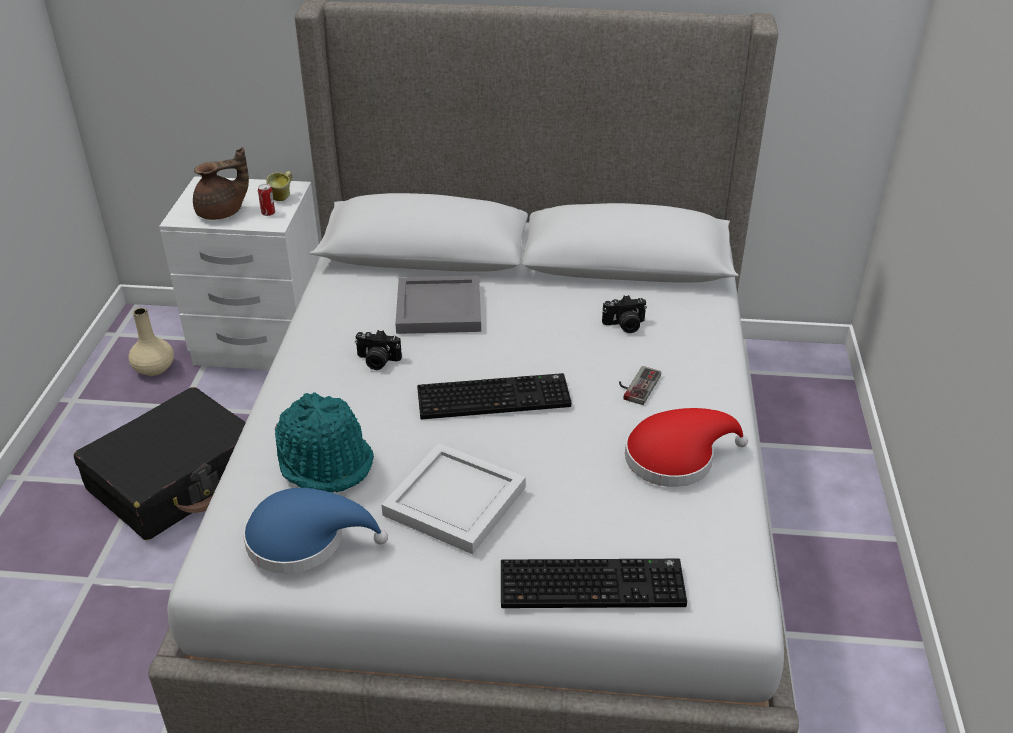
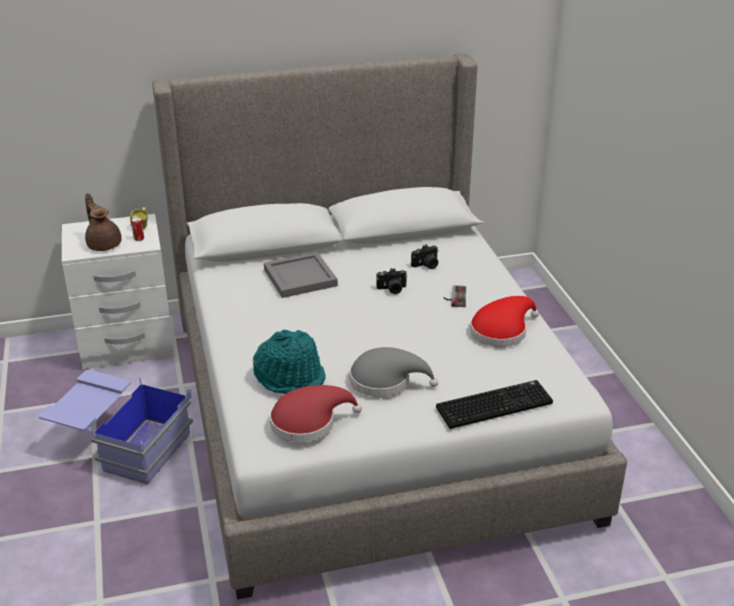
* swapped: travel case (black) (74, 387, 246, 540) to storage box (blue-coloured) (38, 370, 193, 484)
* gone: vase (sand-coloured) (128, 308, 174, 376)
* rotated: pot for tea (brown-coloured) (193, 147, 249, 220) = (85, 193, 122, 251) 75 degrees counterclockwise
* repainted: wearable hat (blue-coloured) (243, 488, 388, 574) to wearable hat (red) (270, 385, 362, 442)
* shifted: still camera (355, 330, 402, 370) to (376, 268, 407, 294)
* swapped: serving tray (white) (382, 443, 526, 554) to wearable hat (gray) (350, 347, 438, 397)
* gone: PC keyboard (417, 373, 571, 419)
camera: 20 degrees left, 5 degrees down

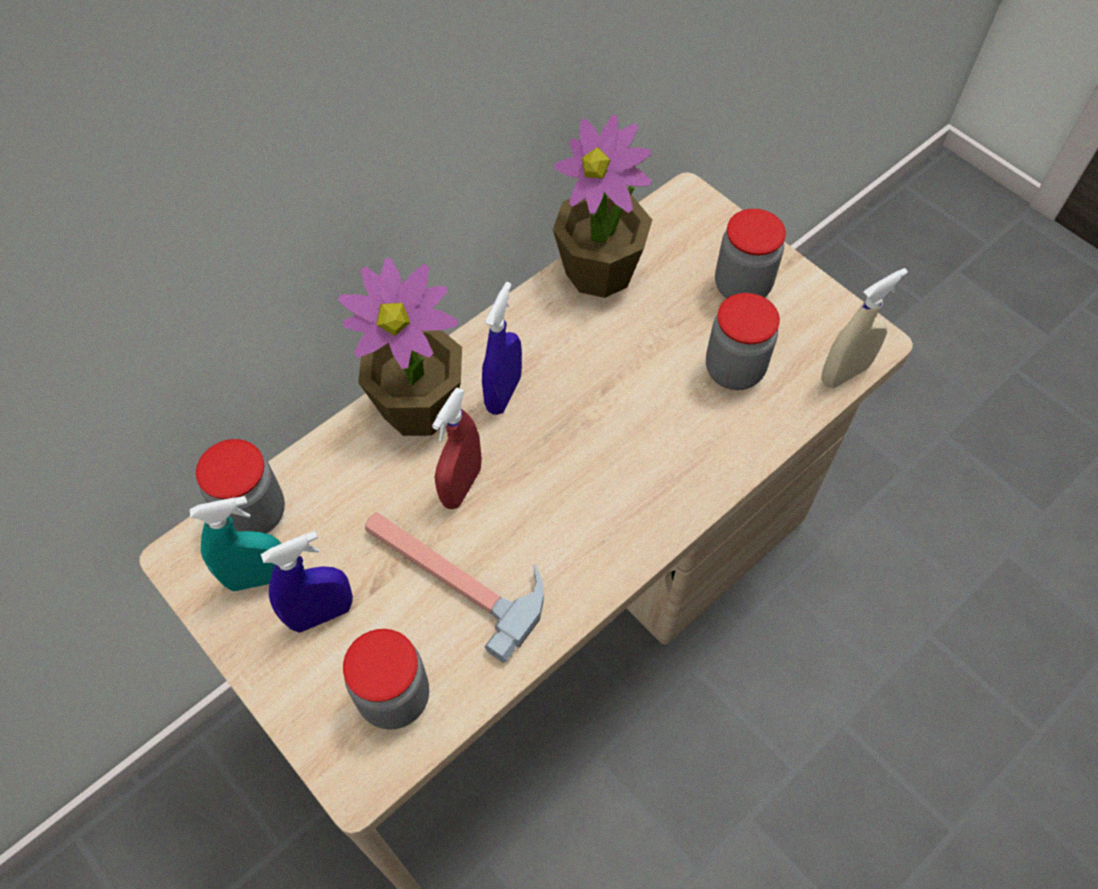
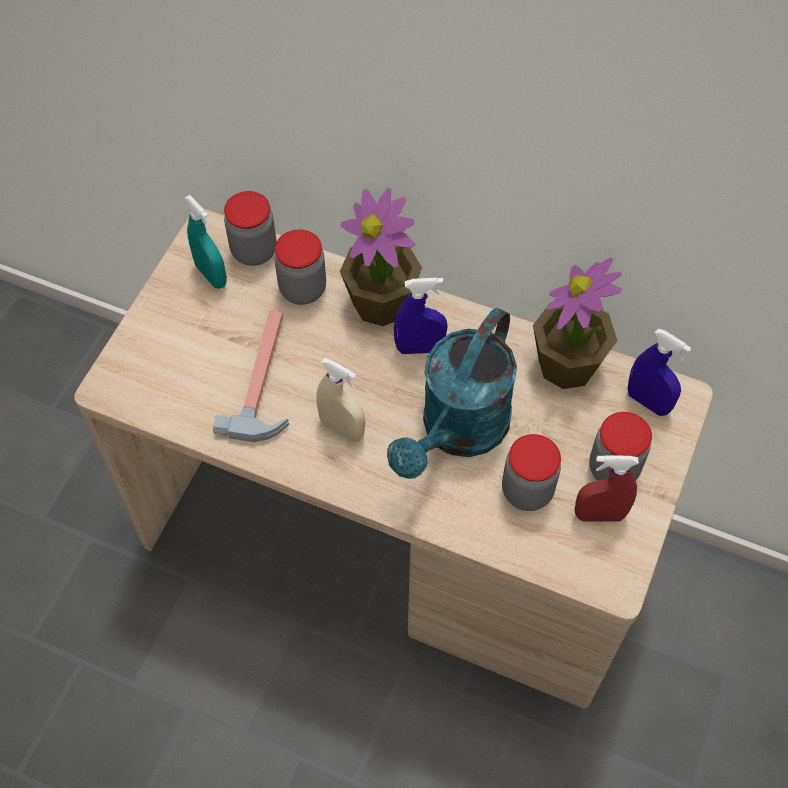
* shifted: spray bottle (blue-coloured) (261, 531, 353, 633) to (628, 329, 692, 416)
* shifted: jar (343, 629, 429, 730) to (274, 230, 326, 305)
* shifted: spray bottle (red) (432, 388, 482, 509) to (575, 455, 639, 522)
* shifted: spray bottle (sand-coloured) (821, 268, 908, 388) to (316, 358, 365, 442)
* new: watering can (blue-green) (387, 307, 517, 479)
camera: 65 degrees right, 0 degrees up

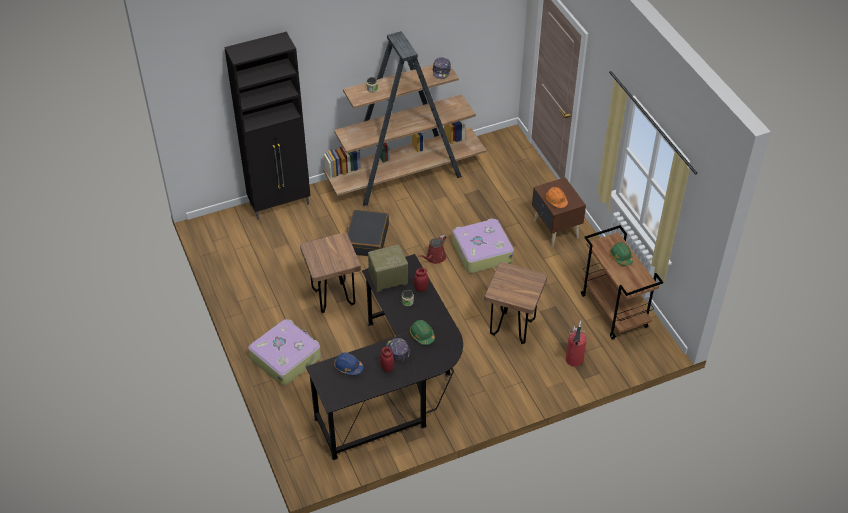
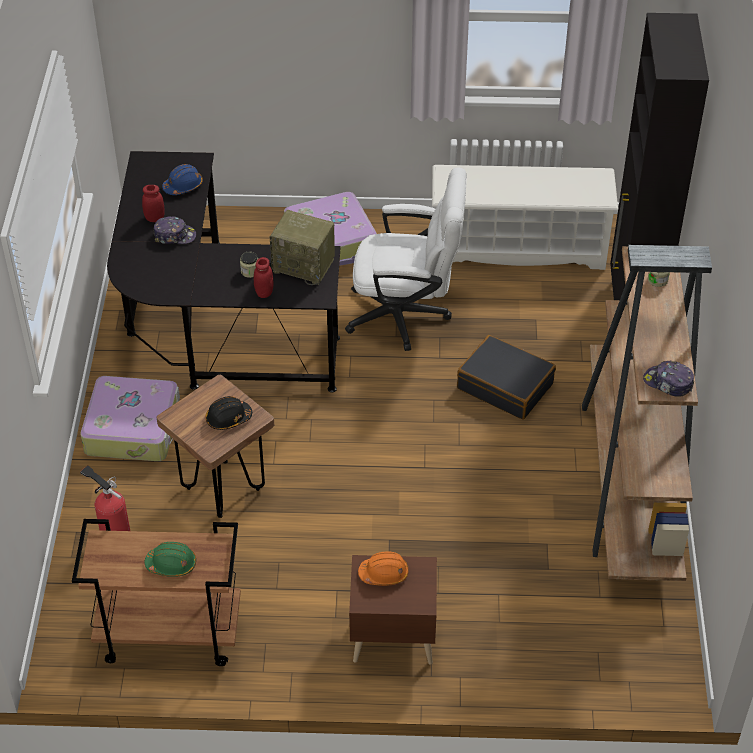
* swapped: stool seat (brown-coloured) (300, 233, 361, 313) to computer chair (white) (345, 168, 467, 351)
* rotated: radio (367, 245, 408, 292) = (270, 210, 335, 285) 105 degrees clockwise
* gone: work helmet (green-coloured) (410, 320, 435, 345)
* gone: watering can (red) (419, 235, 446, 264)
* shifted: travel case (452, 218, 514, 273) to (80, 376, 180, 461)
* new: work helmet (black) (205, 396, 252, 430)
* new: shoe stand (white) (432, 165, 618, 270)
camera: 115 degrees right, 0 degrees up

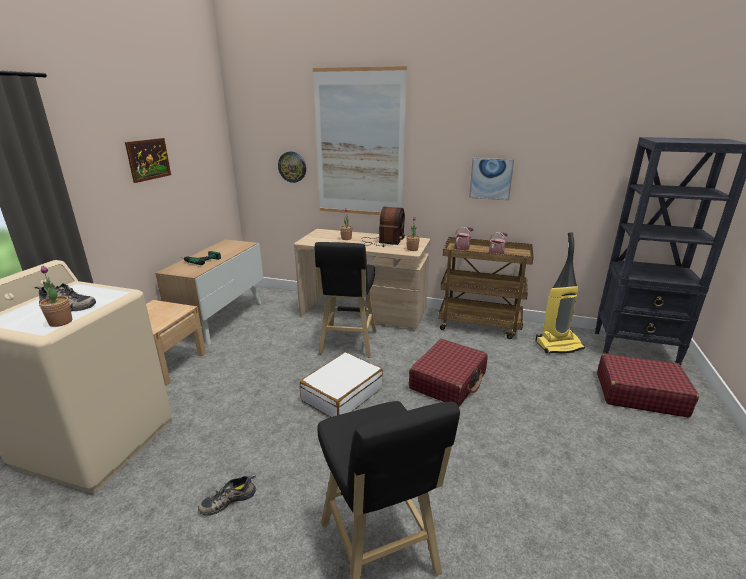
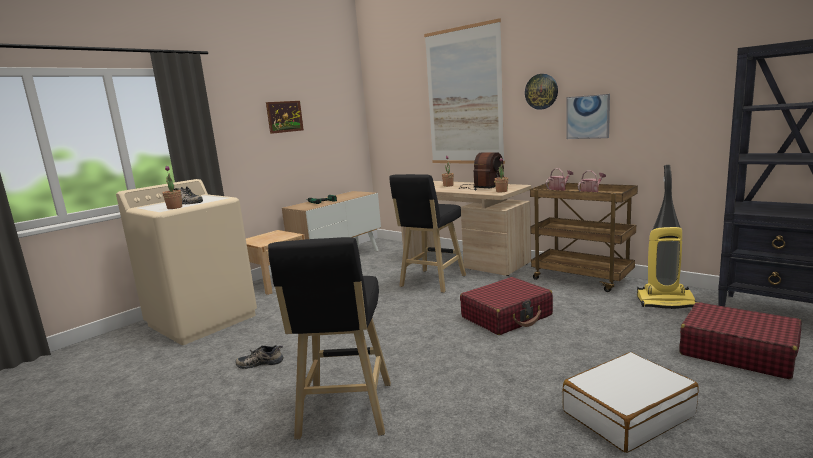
* shifted: hanging clock (278, 152, 306, 183) to (525, 74, 558, 110)
* shifted: travel case (white) (300, 352, 383, 417) to (563, 352, 699, 453)
camera: 25 degrees right, 10 degrees down

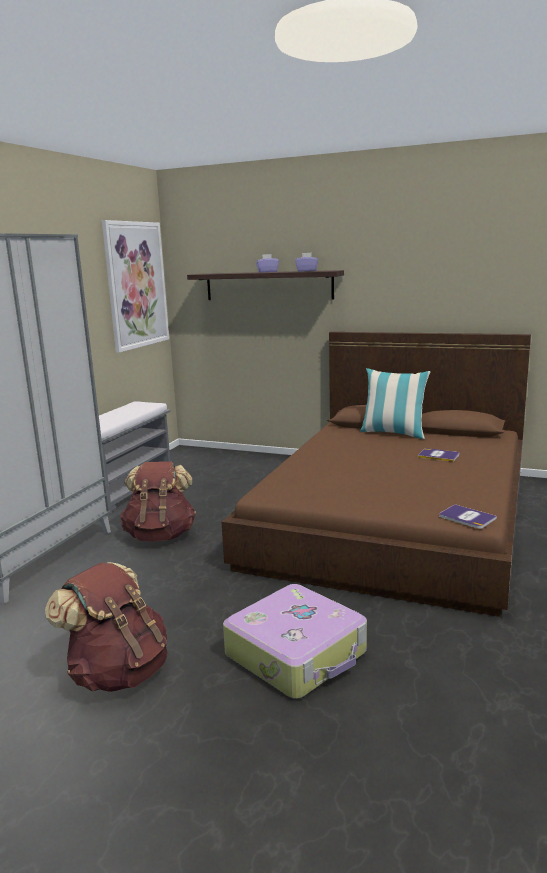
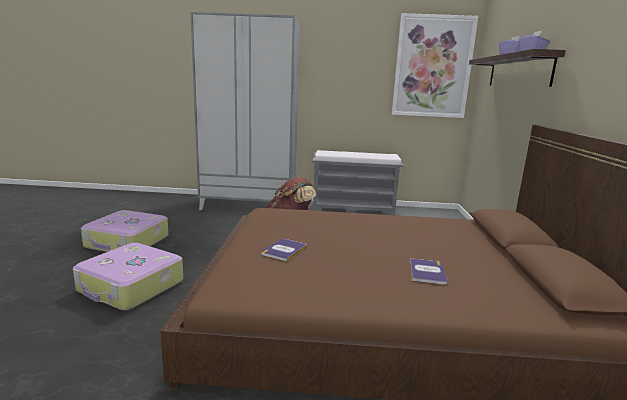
* swapped: knapsack (brown-coloured) (45, 562, 167, 692) to travel case (81, 210, 169, 252)
* gone: pillow (360, 368, 430, 439)
* shifted: book (439, 504, 497, 529) to (261, 239, 307, 262)
camera: 70 degrees right, 0 degrees up

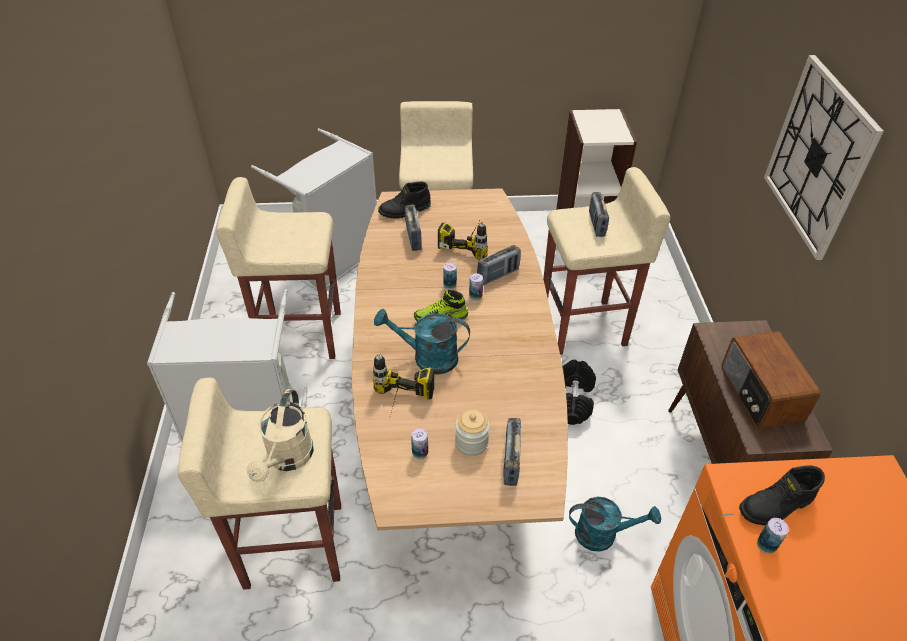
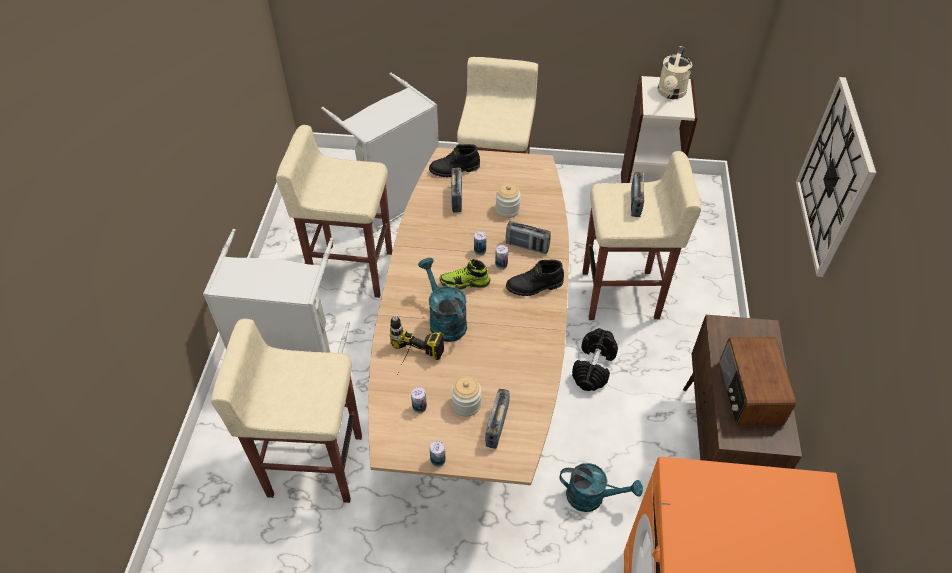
* shifted: watering can (sand-coloured) (247, 389, 314, 482) to (658, 46, 692, 99)
* rotated: watering can (blue-green) (374, 309, 470, 375) = (418, 258, 467, 342) 45 degrees clockwise
* swapped: drill (438, 221, 488, 260) to jar (496, 183, 521, 218)
* rotated: radio (477, 245, 521, 285) = (506, 221, 551, 254) 45 degrees clockwise
* shifted: tall boot (black) (739, 465, 825, 525) to (506, 260, 564, 296)
* shifted: metal can (757, 518, 789, 554) to (430, 440, 446, 467)
camera: 10 degrees right, 5 degrees up

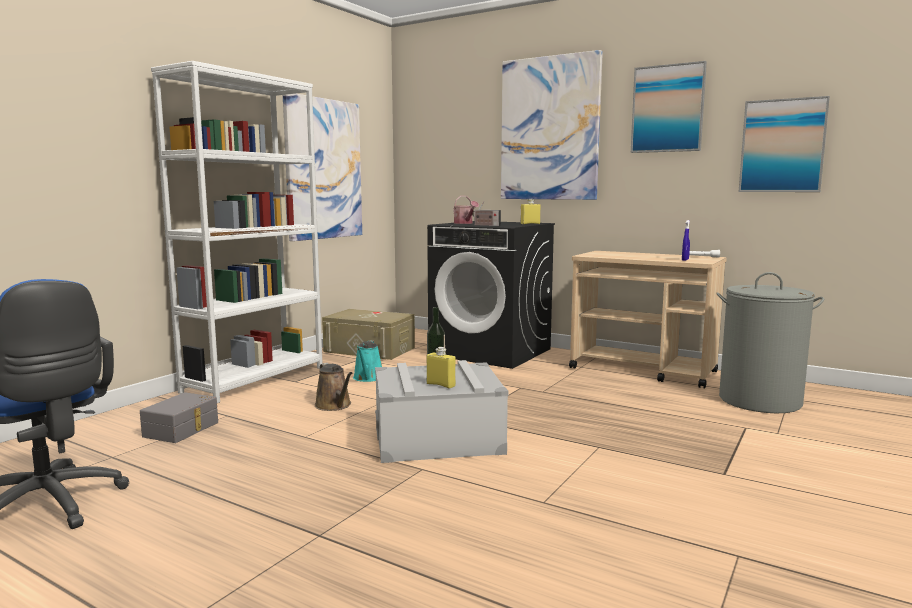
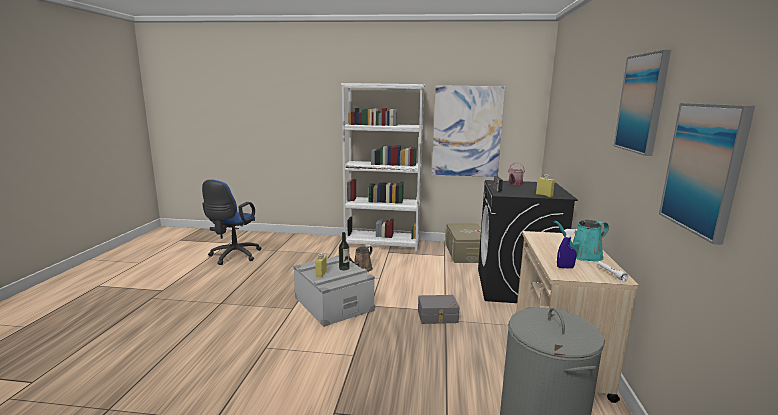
* shifted: storage box (gray) (140, 392, 218, 443) to (418, 295, 459, 324)
* shifted: watering can (blue-green) (353, 341, 382, 382) to (554, 220, 609, 261)
* gone: wall picture (501, 50, 603, 200)
camera: 65 degrees right, 5 degrees up

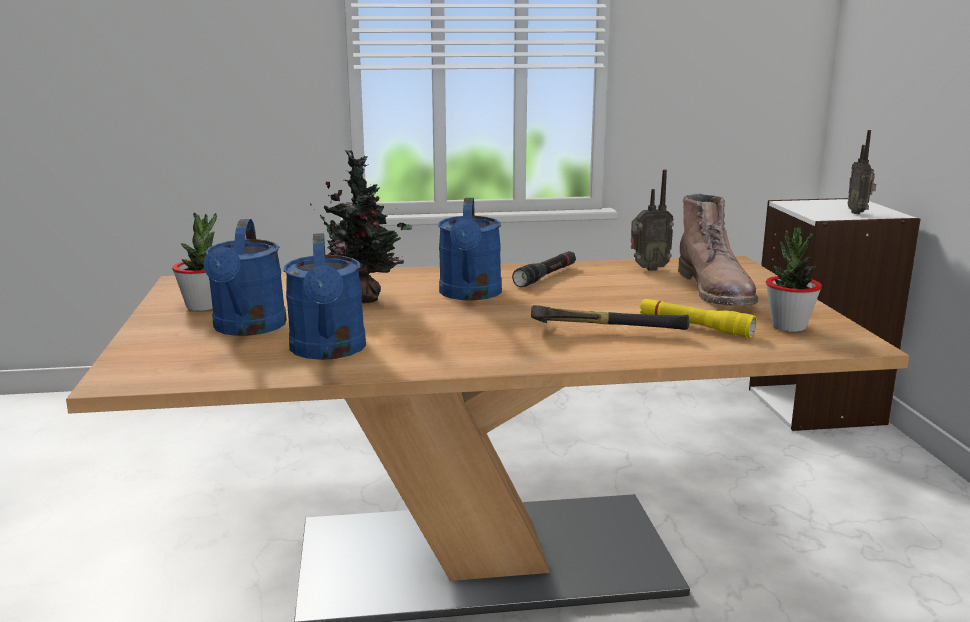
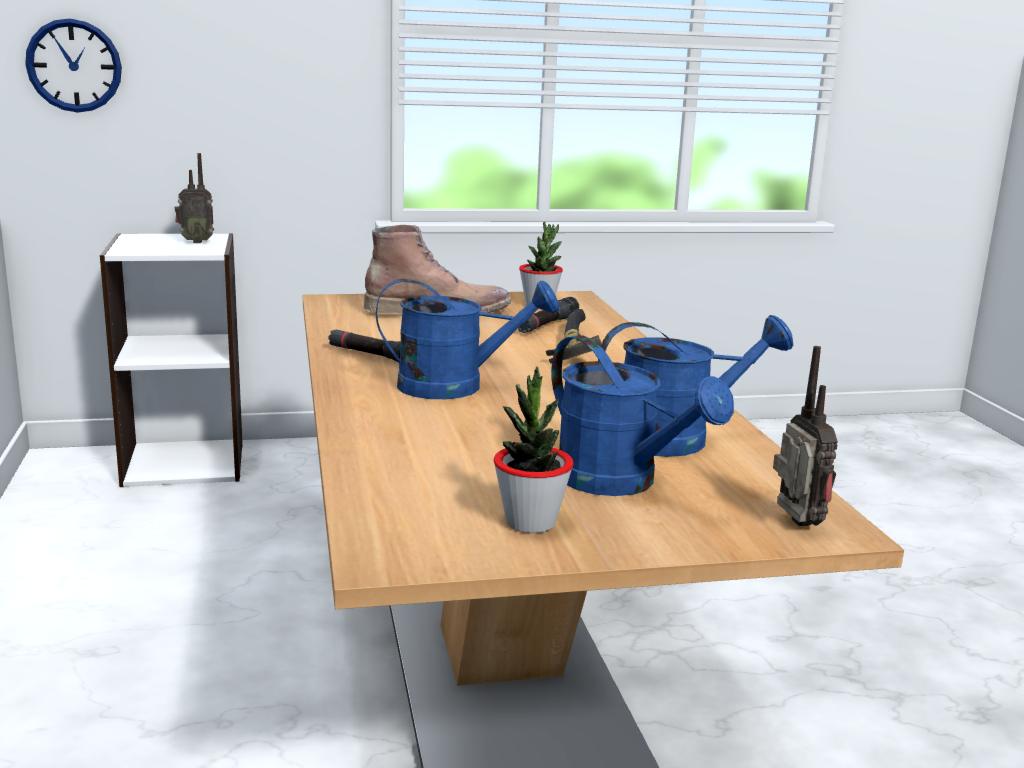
* rotated: watering can (blue-coloured) (204, 219, 287, 336) = (551, 335, 734, 496) 60 degrees clockwise
* gone: houseplant (310, 150, 412, 304)
* shifted: radio (631, 170, 674, 271) to (773, 346, 838, 526)
* repainted: hand torch (yellowish) (640, 299, 757, 338) to hand torch (black) (518, 297, 579, 333)
* new: hanging clock (25, 18, 122, 113)
camera: 95 degrees left, 0 degrees up

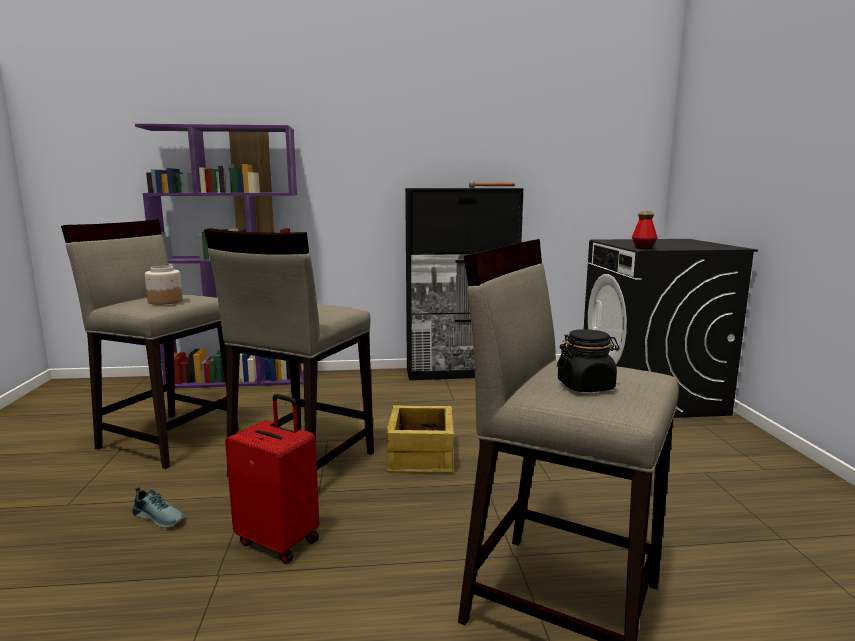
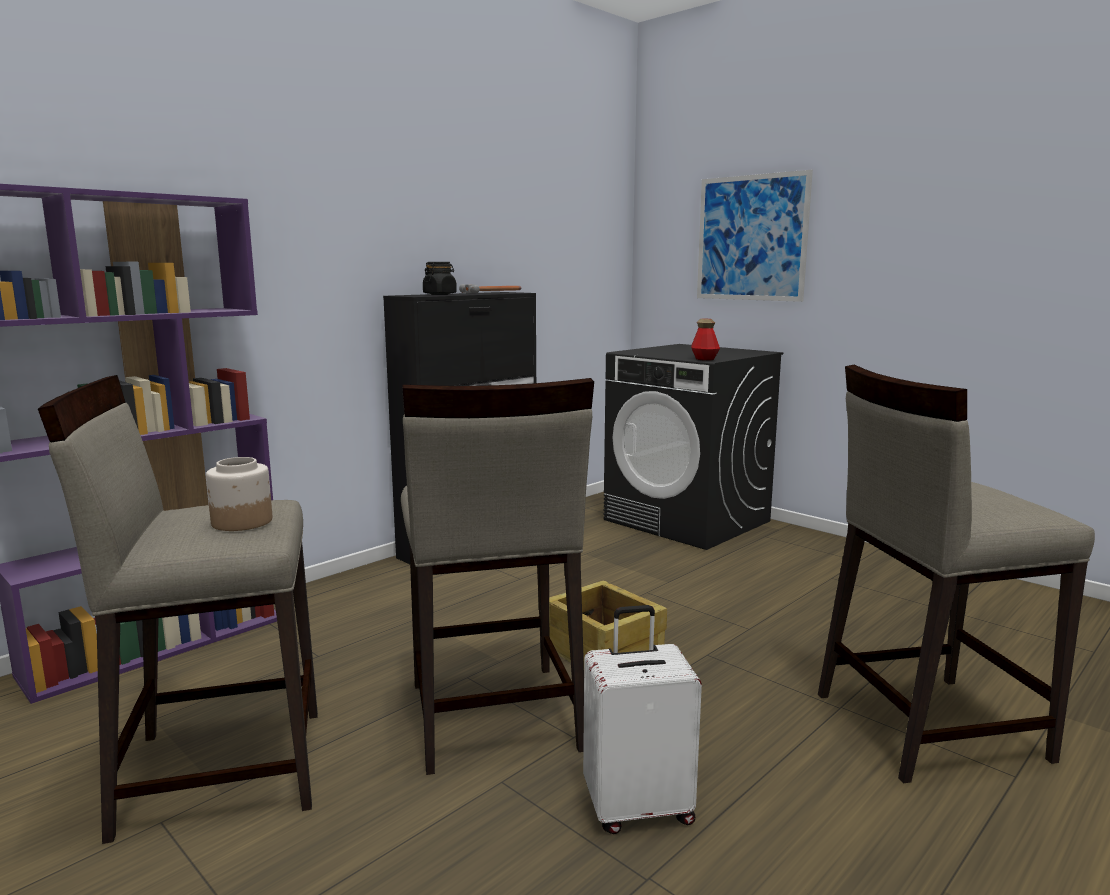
* gone: shoe (132, 487, 185, 528)
* repainted: travel case (red) (225, 394, 319, 564) to travel case (white) (583, 605, 702, 834)
* shifted: jar (black) (557, 329, 619, 392) to (423, 262, 457, 295)
* new: wall picture (697, 170, 813, 302)
camera: 40 degrees left, 0 degrees up

